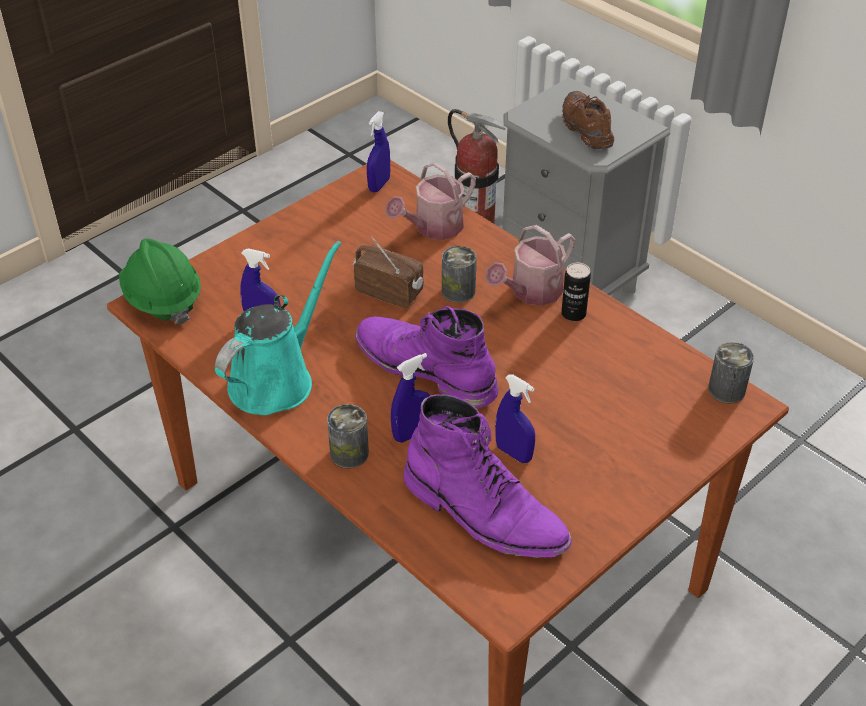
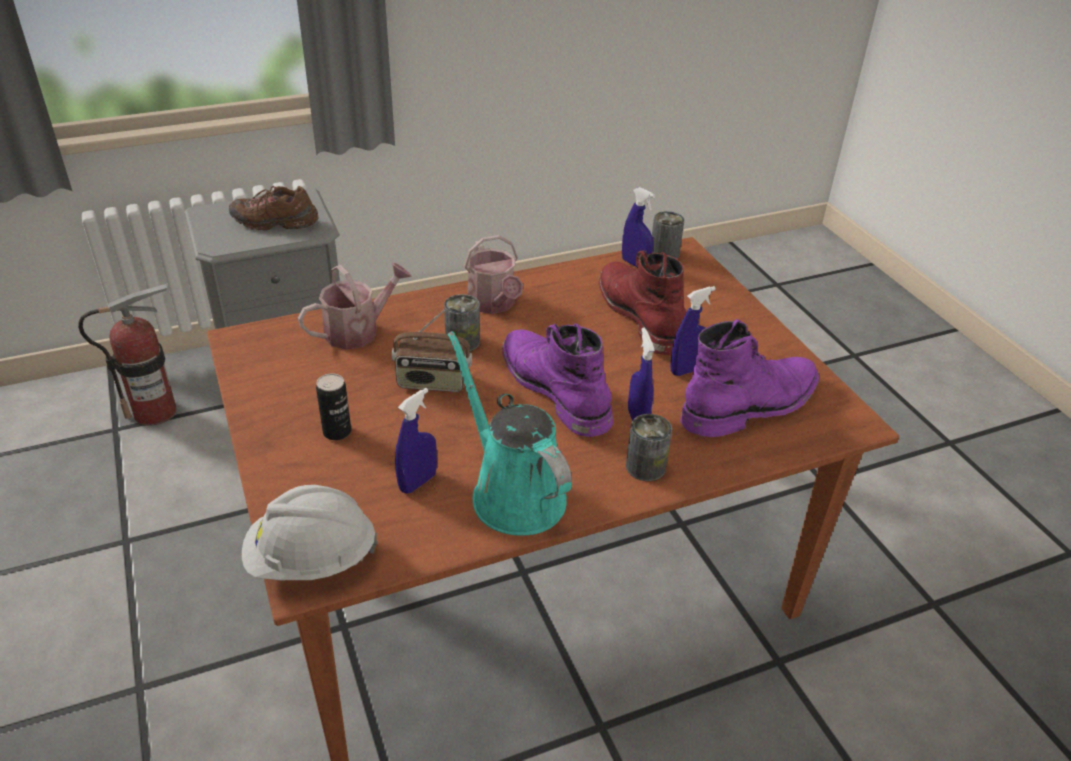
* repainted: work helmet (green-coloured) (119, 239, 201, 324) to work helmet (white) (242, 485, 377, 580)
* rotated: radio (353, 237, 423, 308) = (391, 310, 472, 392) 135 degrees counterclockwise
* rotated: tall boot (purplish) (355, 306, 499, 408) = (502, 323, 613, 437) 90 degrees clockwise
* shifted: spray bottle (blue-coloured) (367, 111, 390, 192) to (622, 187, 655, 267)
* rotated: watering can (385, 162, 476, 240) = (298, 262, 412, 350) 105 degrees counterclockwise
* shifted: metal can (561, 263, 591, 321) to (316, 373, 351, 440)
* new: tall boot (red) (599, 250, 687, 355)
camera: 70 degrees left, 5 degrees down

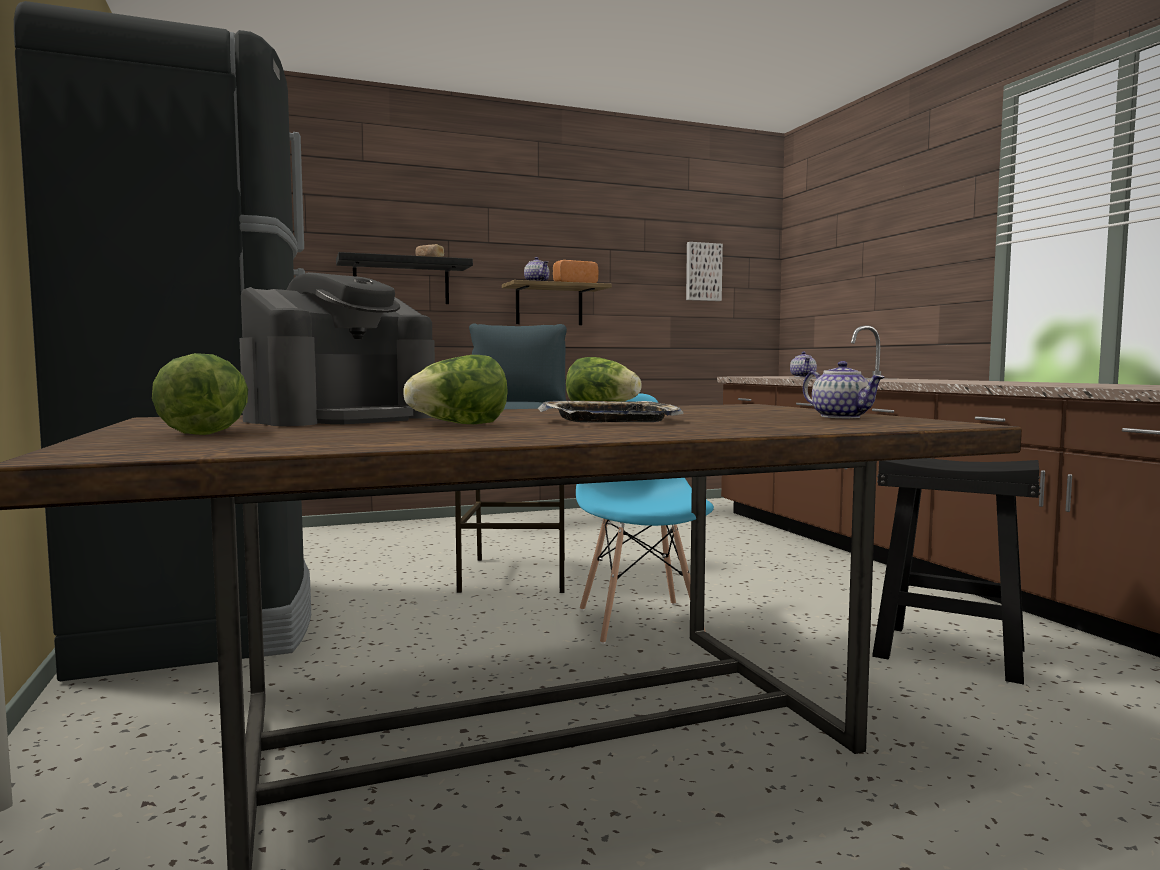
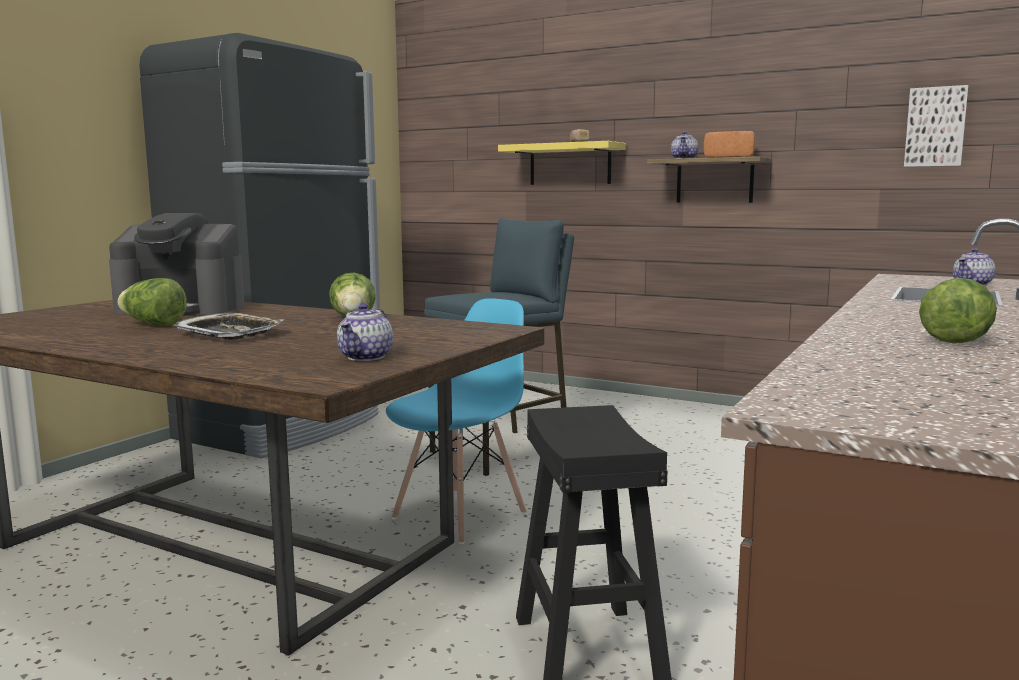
* shifted: head of lettuce (152, 353, 248, 435) to (919, 278, 997, 344)
* repainted: shelf (black) (336, 252, 473, 304) to shelf (yellowish) (498, 141, 626, 185)
camera: 50 degrees right, 5 degrees up

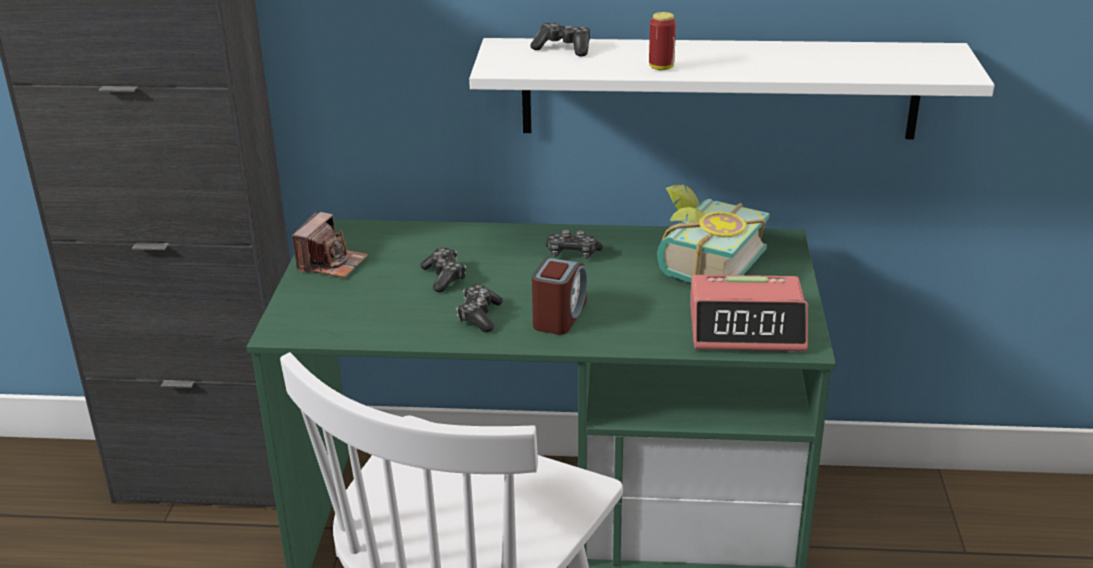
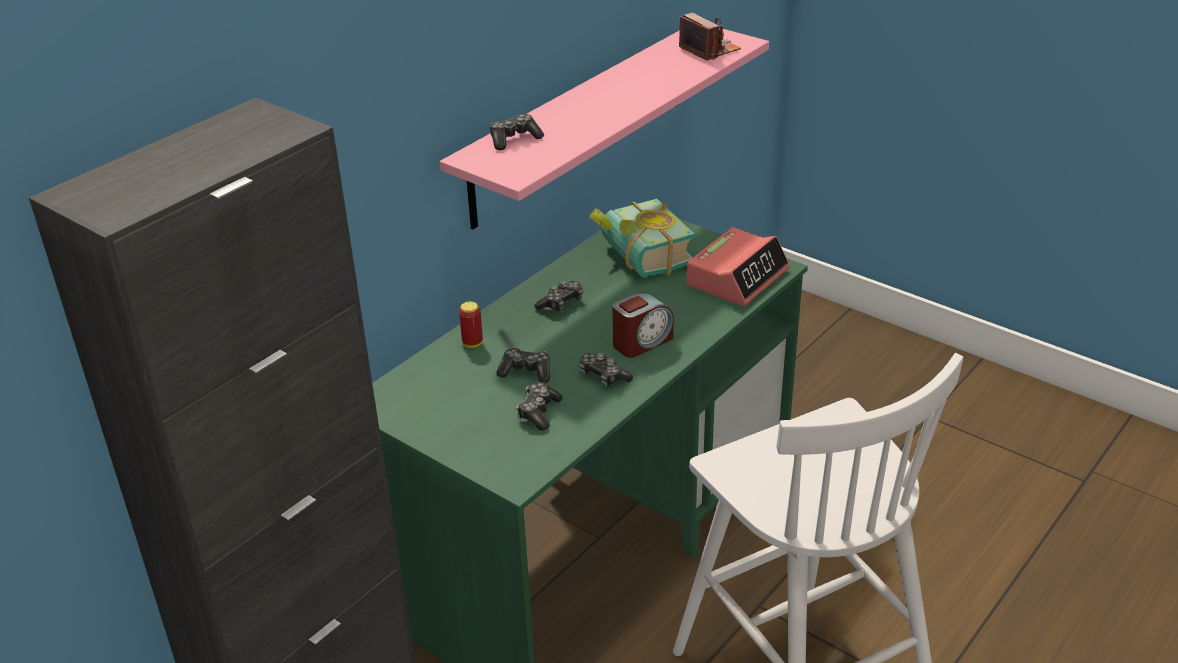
* shifted: still camera (292, 212, 368, 278) to (679, 13, 741, 61)
* repainted: shelf (white) (469, 38, 995, 139) to shelf (pink-coloured) (440, 29, 769, 229)
* rotated: table clock (532, 258, 587, 335) = (613, 292, 674, 358) 90 degrees clockwise
* shifted: metal can (649, 12, 676, 70) to (459, 301, 483, 348)
* new: game controller (517, 382, 563, 430)
camera: 55 degrees left, 5 degrees up

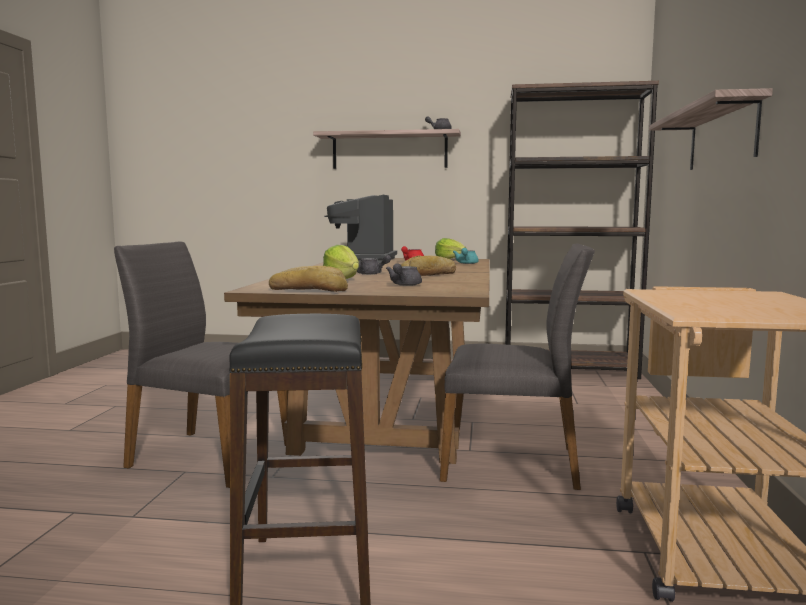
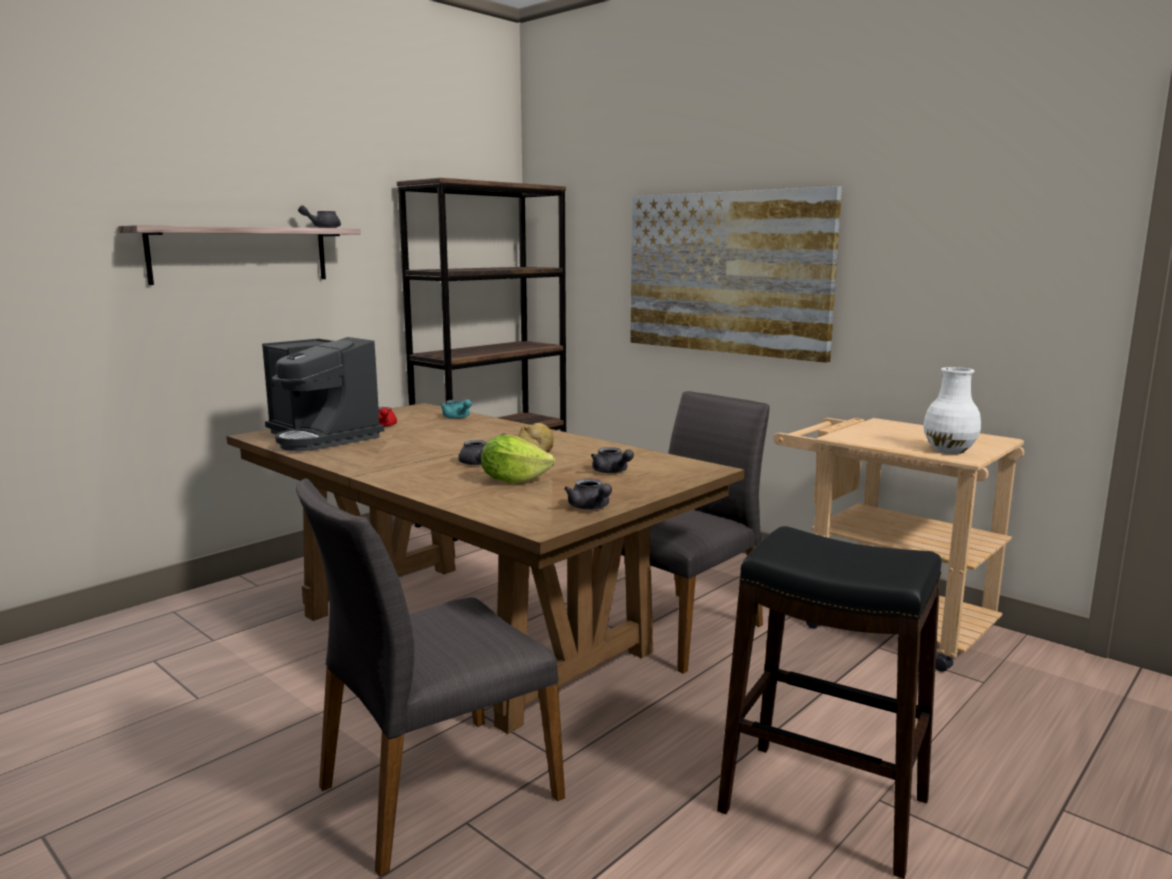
* swapped: bakery bread (269, 266, 348, 292) to pot for tea (gray) (564, 479, 612, 510)
* gone: head of lettuce (435, 238, 466, 259)
* swapped: shelf (649, 88, 773, 170) to wall picture (630, 186, 842, 363)
* new: vase (white) (923, 367, 981, 454)
camera: 55 degrees left, 5 degrees up

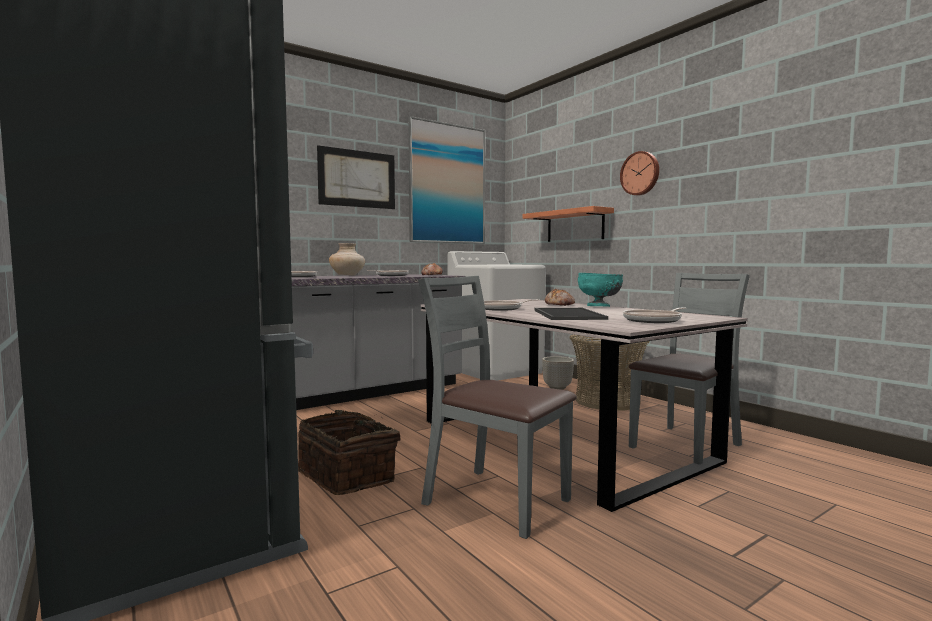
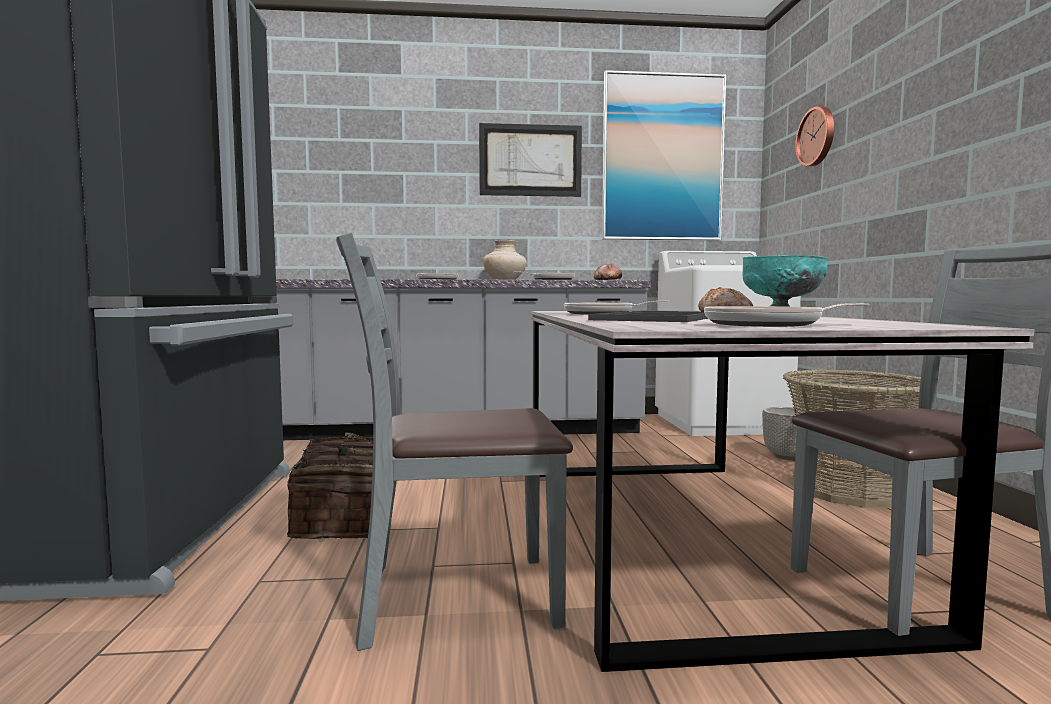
* rotated: chair (gray) (418, 276, 577, 539) = (336, 233, 573, 651) 75 degrees counterclockwise
* gone: shelf (522, 206, 614, 242)
* shifted: hanging clock (620, 151, 659, 196) to (795, 106, 834, 166)
camera: 30 degrees right, 0 degrees up

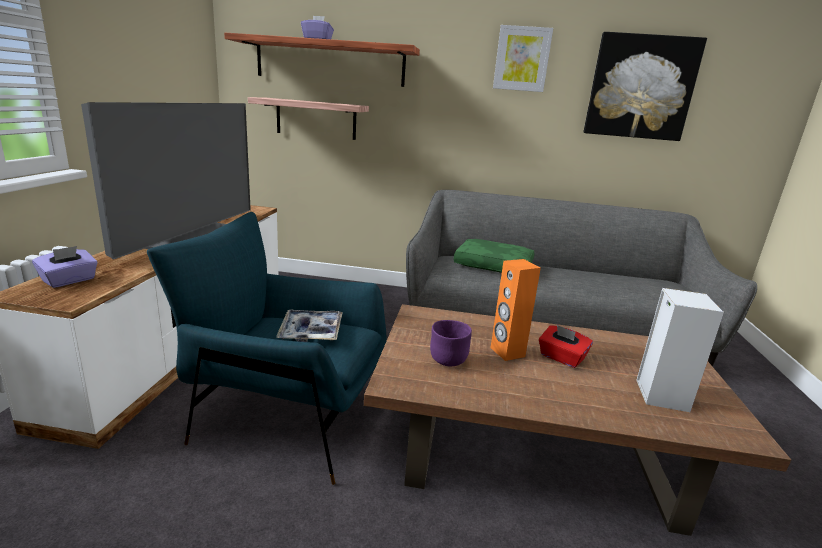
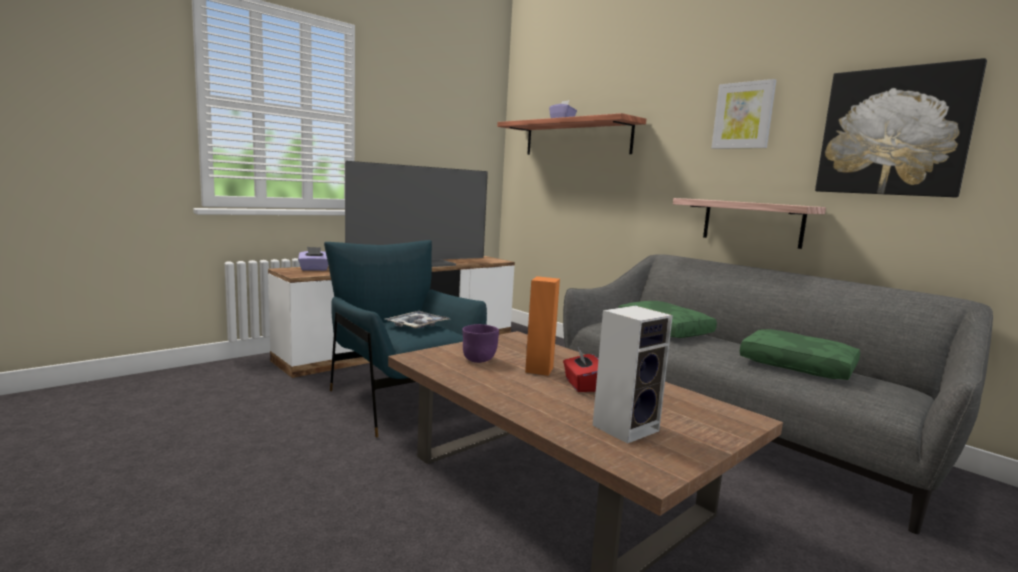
* shifted: shelf (248, 97, 369, 140) to (673, 198, 826, 249)
* new: pillow (green-coloured) (740, 329, 860, 380)
camera: 40 degrees right, 10 degrees down

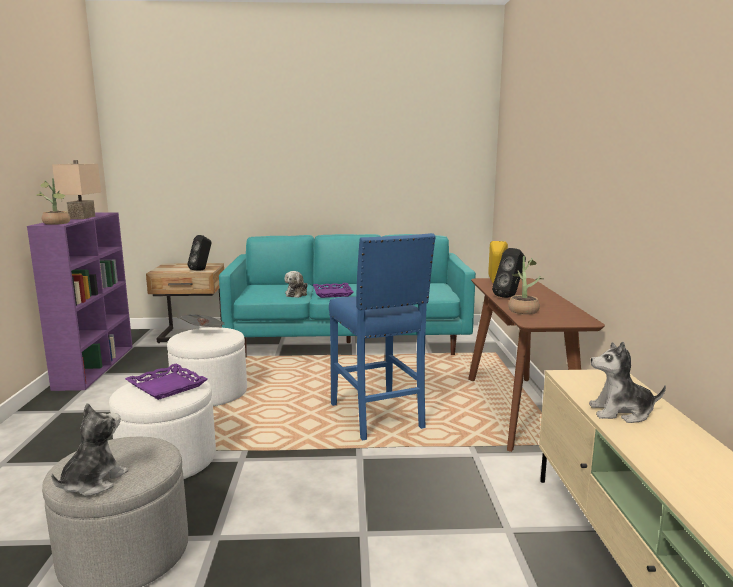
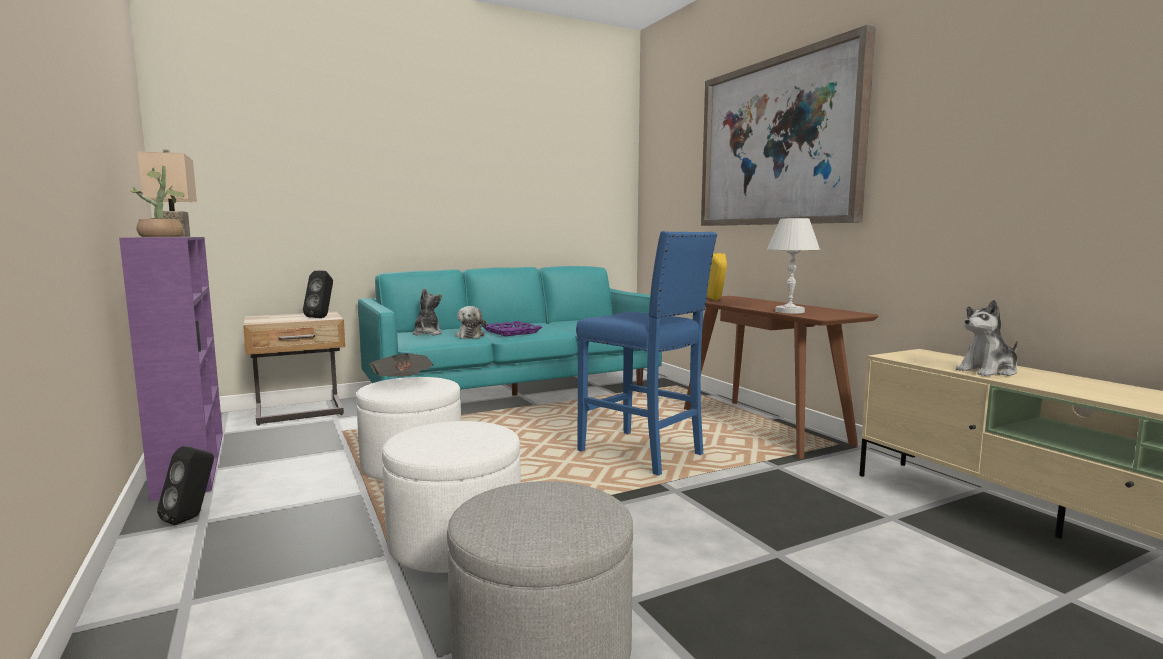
* shifted: plush toy (51, 403, 128, 496) to (413, 288, 442, 335)
* gone: serving tray (purplish) (125, 363, 208, 400)
* shifted: audio speaker (black) (492, 248, 526, 298) to (157, 446, 214, 525)
* swapped: houseplant (508, 256, 543, 315) to tabletop lamp (white) (767, 218, 820, 313)
* new: wall picture (701, 25, 876, 226)
camera: 25 degrees left, 5 degrees down

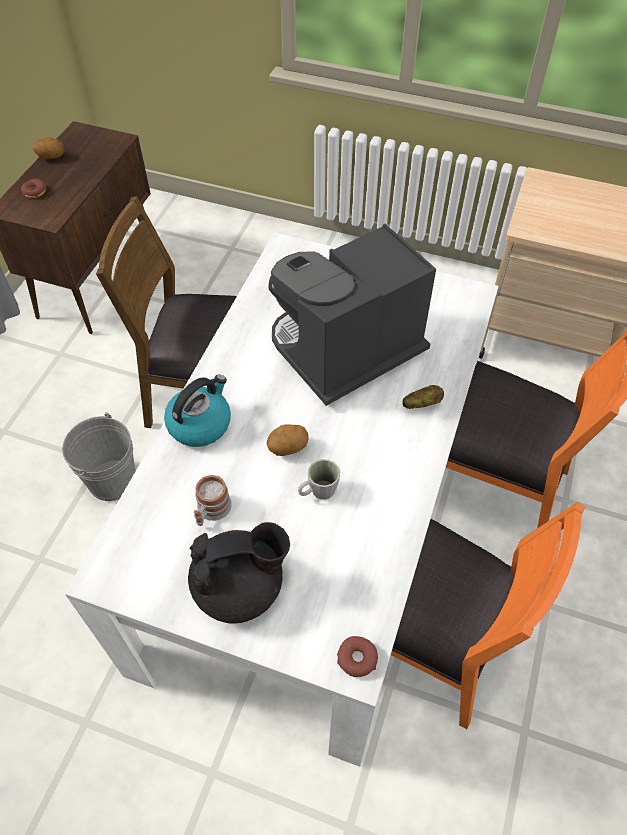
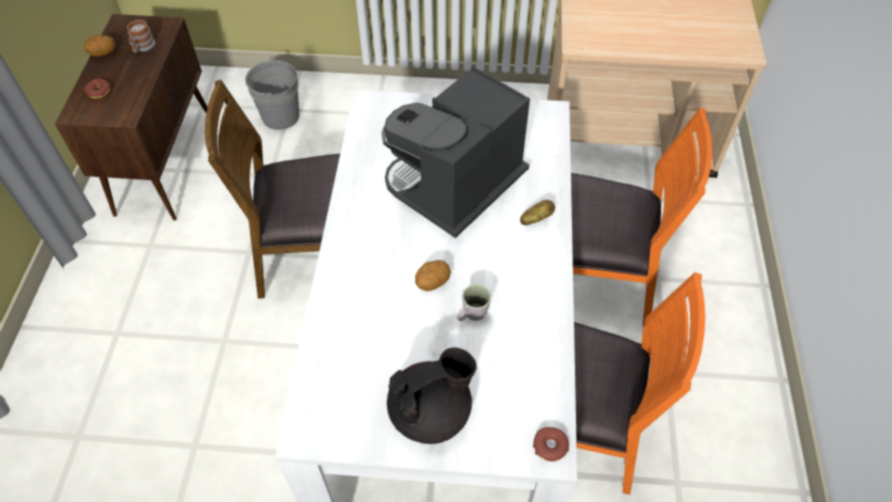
* shifted: pail (gray) (62, 412, 136, 501) to (245, 57, 299, 130)
* gone: water kettle (164, 375, 231, 447)
* shifted: mug (194, 475, 232, 526) to (127, 20, 155, 53)
camera: 15 degrees left, 0 degrees up

